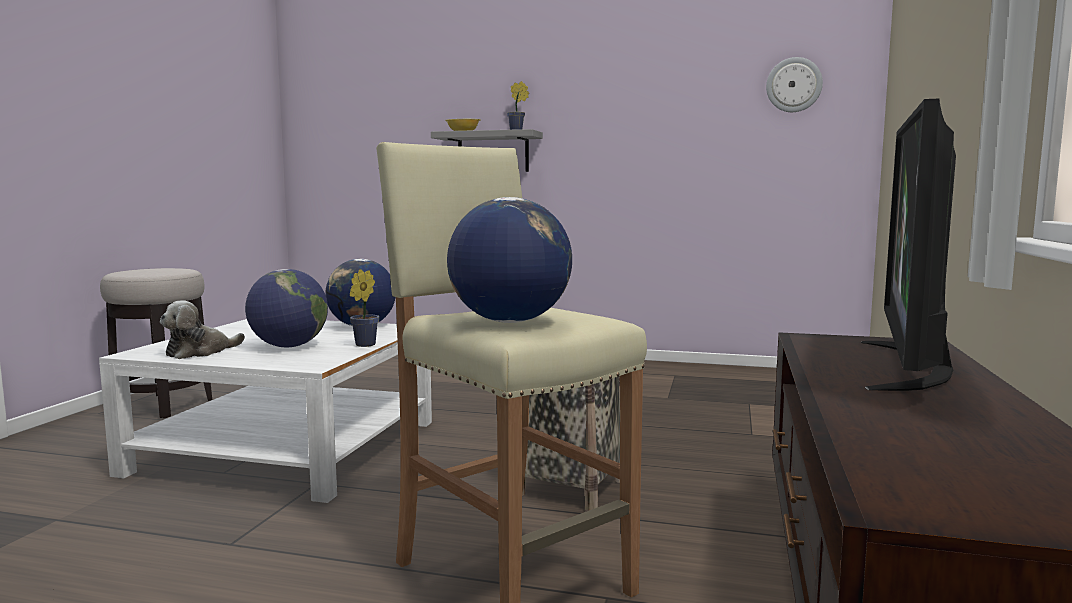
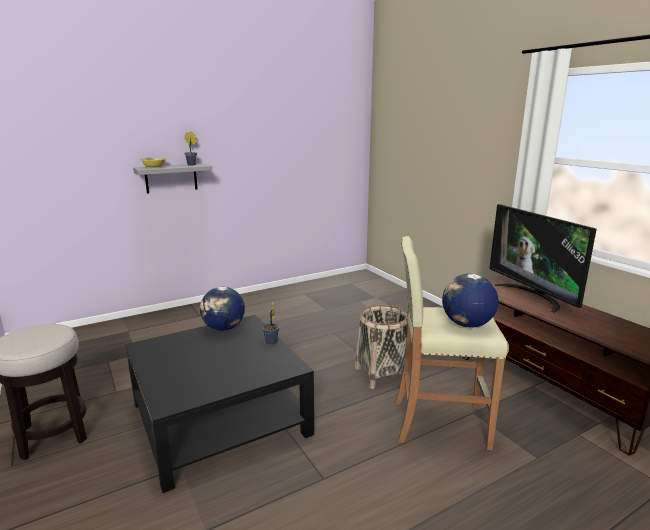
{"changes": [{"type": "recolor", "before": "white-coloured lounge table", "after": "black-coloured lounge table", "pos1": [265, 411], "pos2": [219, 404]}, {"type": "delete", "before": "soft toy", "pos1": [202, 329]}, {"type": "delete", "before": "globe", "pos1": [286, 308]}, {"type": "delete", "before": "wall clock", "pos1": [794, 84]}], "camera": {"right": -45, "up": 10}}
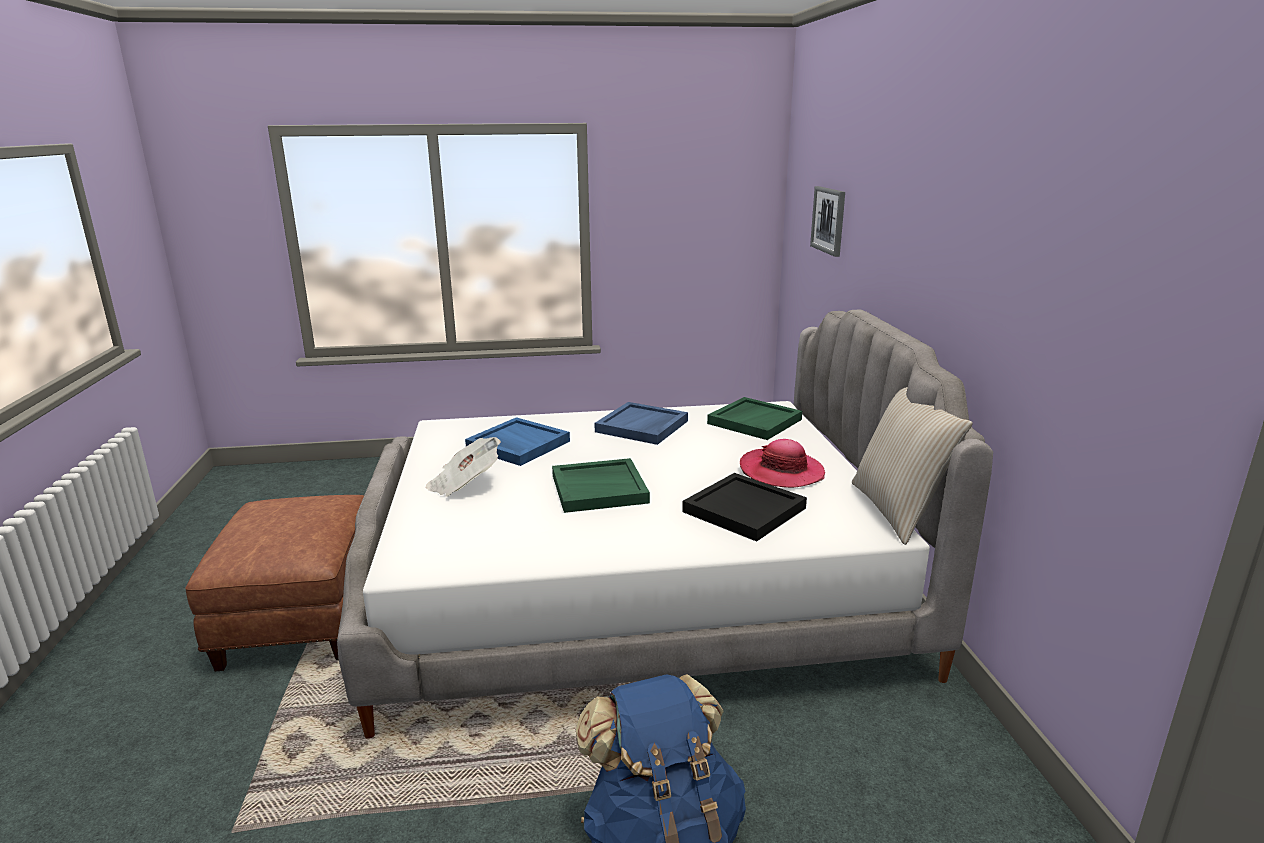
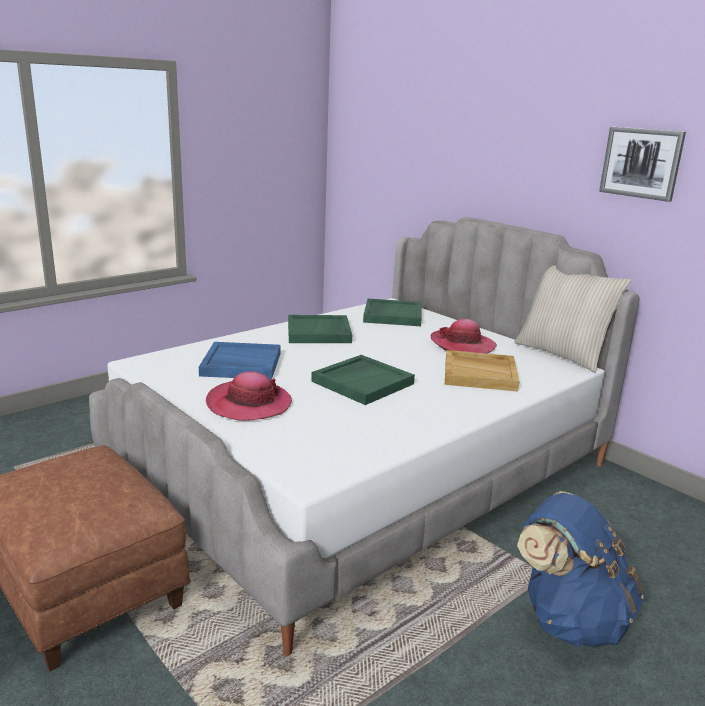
{"changes": [{"type": "replace", "before": "printed paper", "after": "hat", "pos1": [463, 467], "pos2": [249, 396]}, {"type": "recolor", "before": "blue carrying tray", "after": "greenish carrying tray", "pos1": [641, 423], "pos2": [320, 329]}, {"type": "recolor", "before": "black-coloured carrying tray", "after": "beige carrying tray", "pos1": [744, 507], "pos2": [482, 371]}, {"type": "move", "before": "picture", "pos1": [827, 221], "pos2": [642, 164]}], "camera": {"right": -35, "up": 0}}
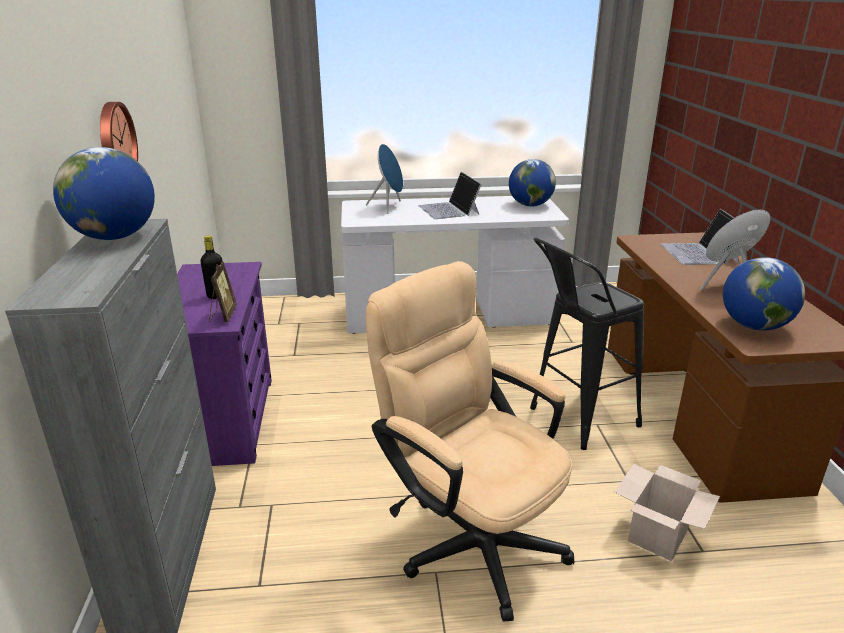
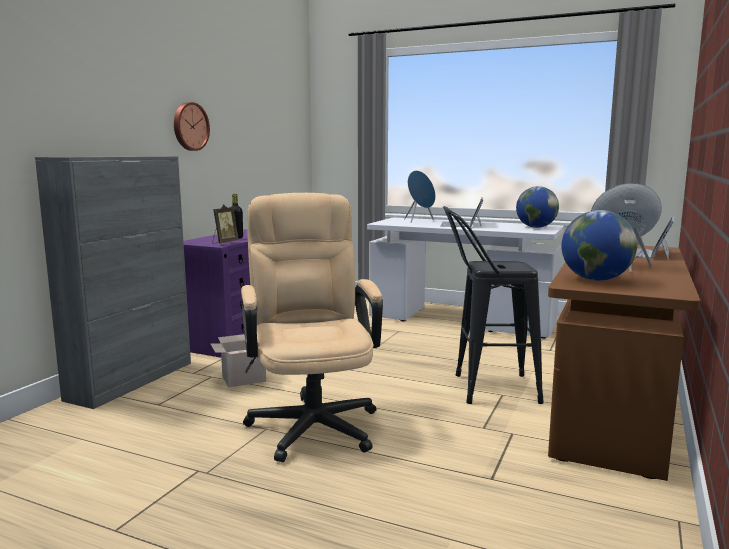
{"changes": [{"type": "move", "before": "cardboard box", "pos1": [667, 512], "pos2": [238, 360]}, {"type": "delete", "before": "globe", "pos1": [104, 193]}], "camera": {"right": 30, "up": -15}}
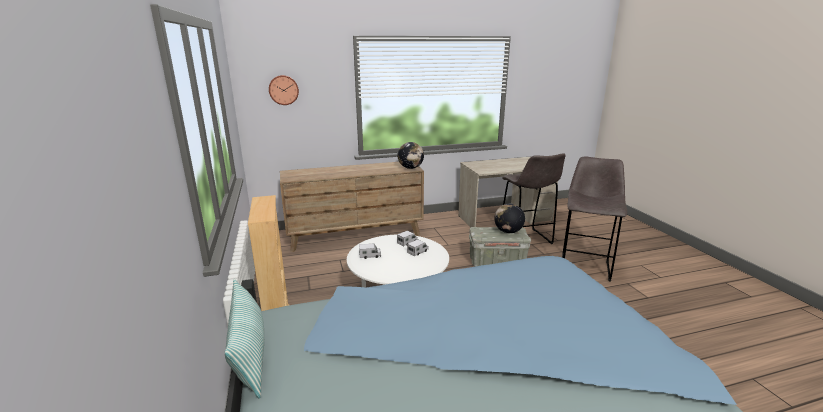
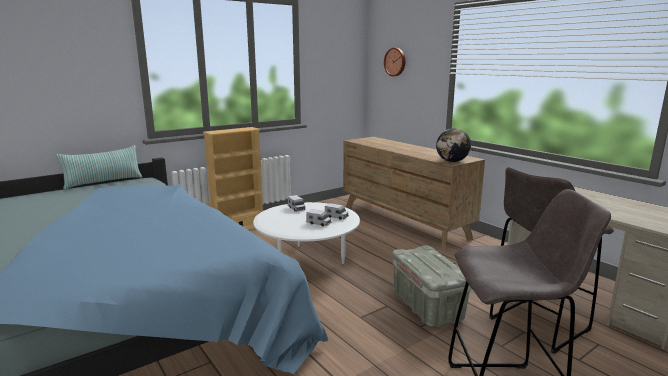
{"changes": [{"type": "delete", "before": "globe", "pos1": [509, 218]}], "camera": {"right": 70, "up": -5}}
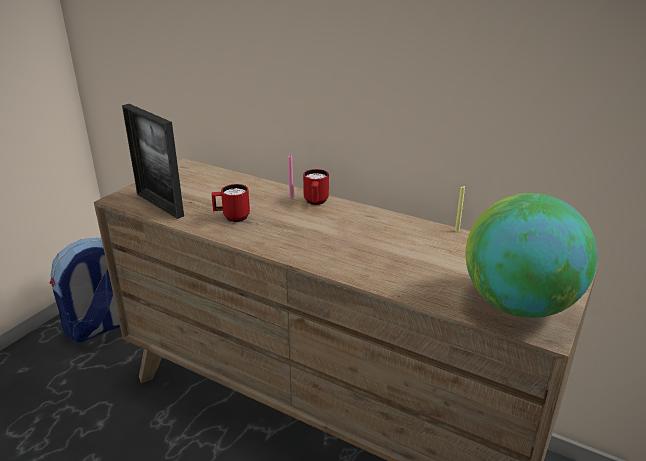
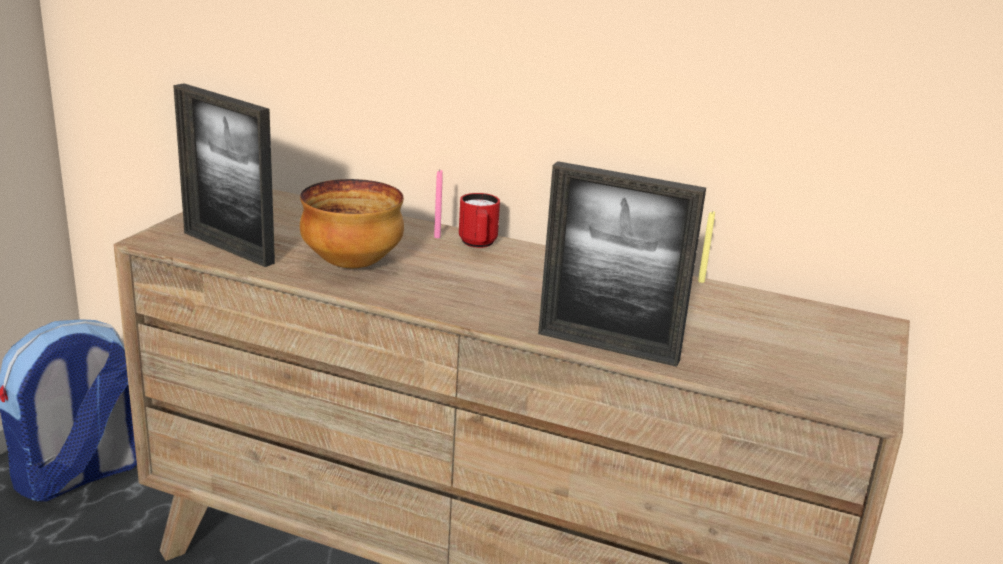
{"changes": [{"type": "replace", "before": "red-coloured tea mug", "after": "bowl", "pos1": [230, 203], "pos2": [352, 223]}, {"type": "insert", "after": "standing frame", "pos2": [622, 264]}, {"type": "delete", "before": "globe", "pos1": [532, 255]}], "camera": {"right": -10, "up": -5}}
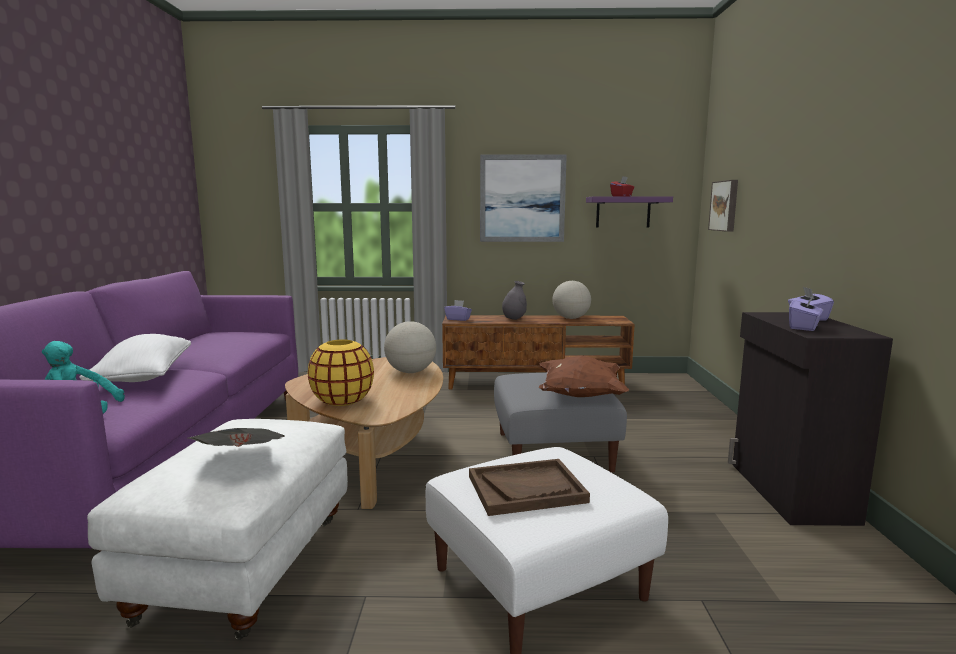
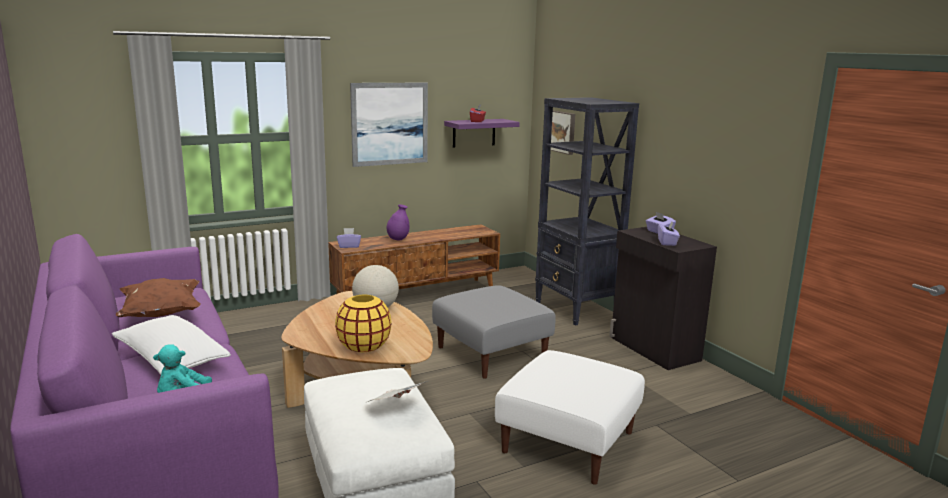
{"changes": [{"type": "move", "before": "brown-coloured throw pillow", "pos1": [583, 376], "pos2": [158, 297]}, {"type": "recolor", "before": "gray flower vase", "after": "purple-coloured flower vase", "pos1": [514, 300], "pos2": [397, 223]}, {"type": "insert", "after": "black-coloured bookshelf", "pos2": [587, 211]}, {"type": "delete", "before": "brown-coloured carrying tray", "pos1": [529, 487]}, {"type": "delete", "before": "globe", "pos1": [571, 300]}], "camera": {"right": -30, "up": 5}}
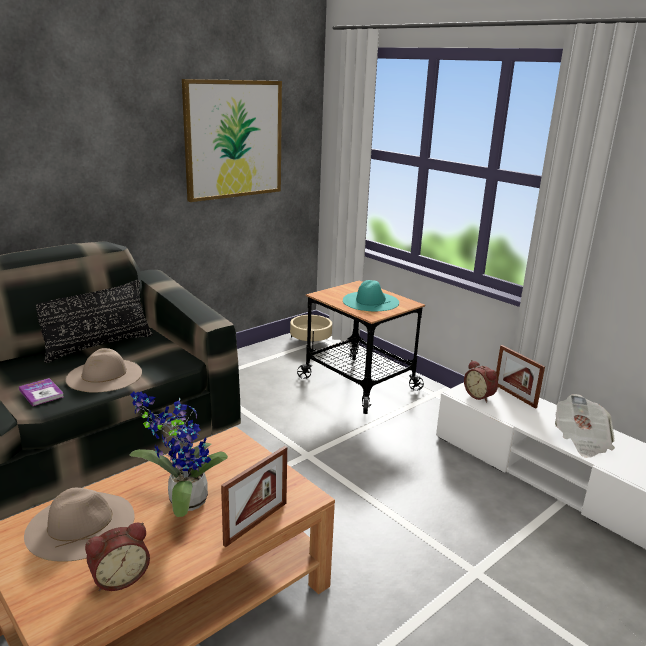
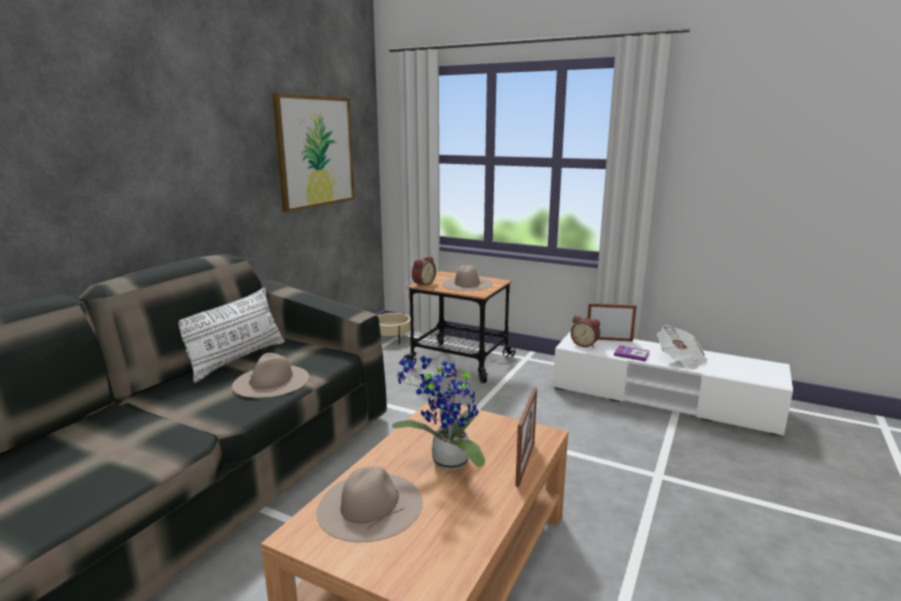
{"changes": [{"type": "recolor", "before": "black-coloured throw pillow", "after": "white-coloured throw pillow", "pos1": [94, 321], "pos2": [231, 335]}, {"type": "move", "before": "table clock", "pos1": [117, 556], "pos2": [424, 271]}, {"type": "recolor", "before": "blue-green hat", "after": "beige hat", "pos1": [371, 295], "pos2": [467, 278]}, {"type": "rotate", "before": "standing frame", "pos1": [520, 377], "pos2": [611, 322], "turn": 150}, {"type": "move", "before": "book", "pos1": [41, 392], "pos2": [632, 353]}], "camera": {"right": -20, "up": -5}}
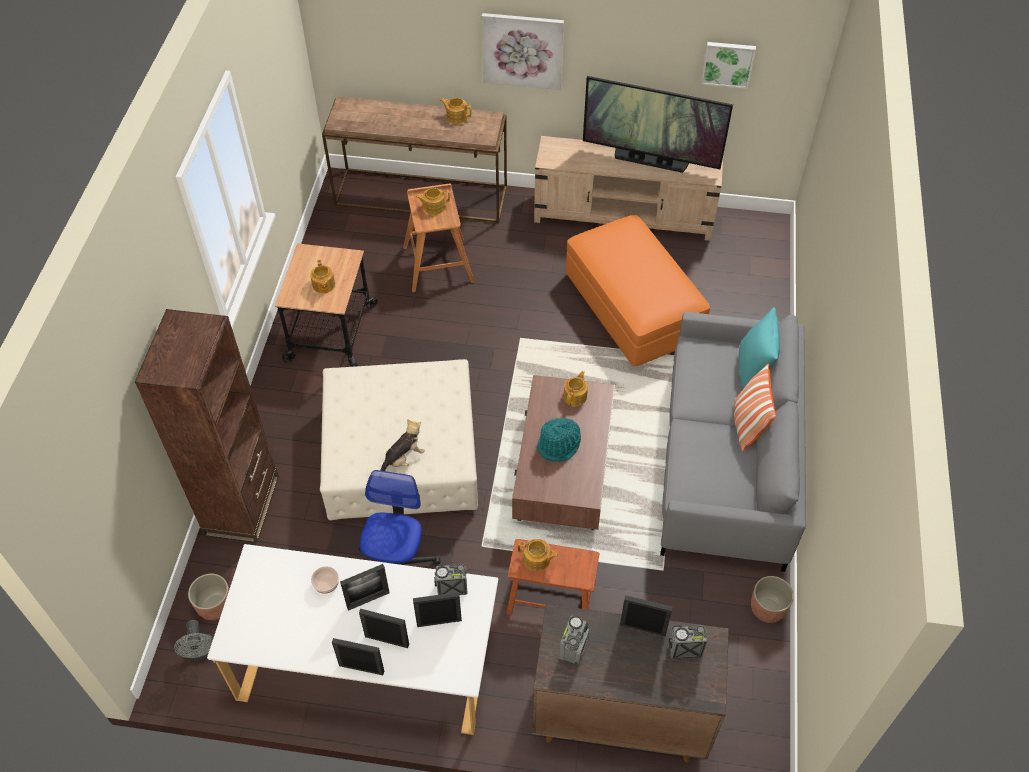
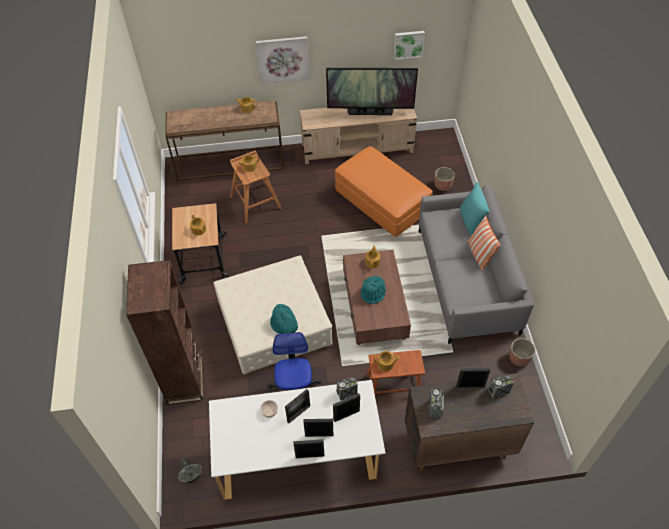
{"changes": [{"type": "replace", "before": "soft toy", "after": "blue-green hat", "pos1": [402, 445], "pos2": [284, 319]}, {"type": "move", "before": "flower pot", "pos1": [208, 596], "pos2": [444, 179]}], "camera": {"right": -15, "up": 0}}
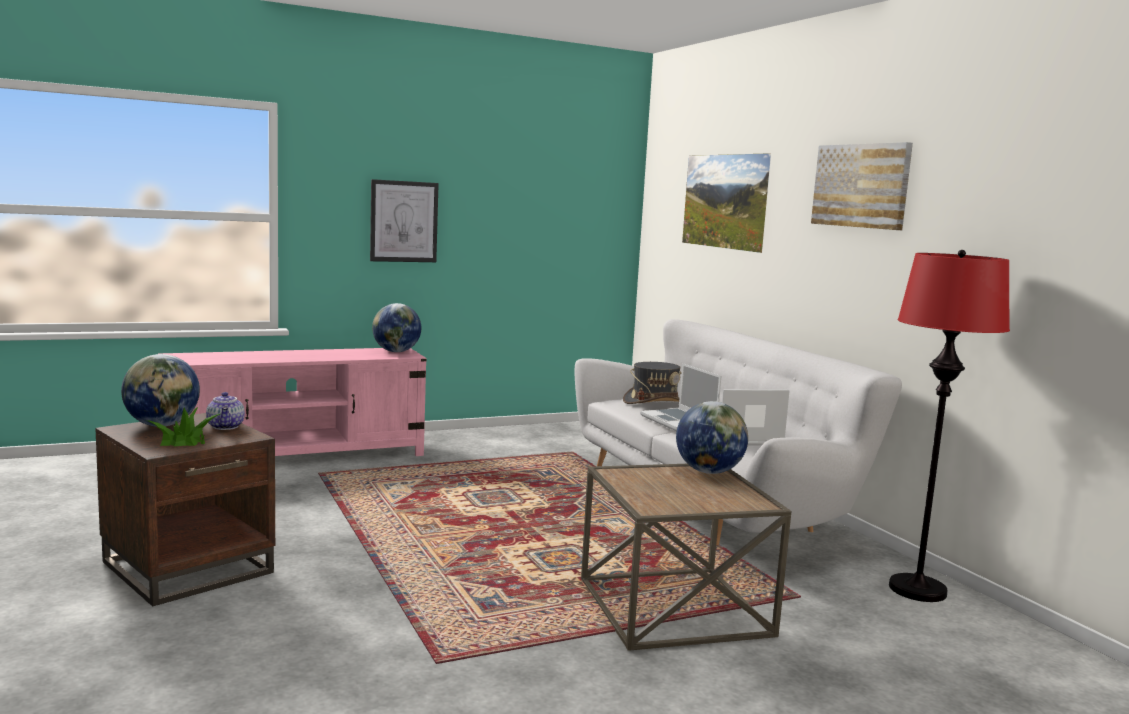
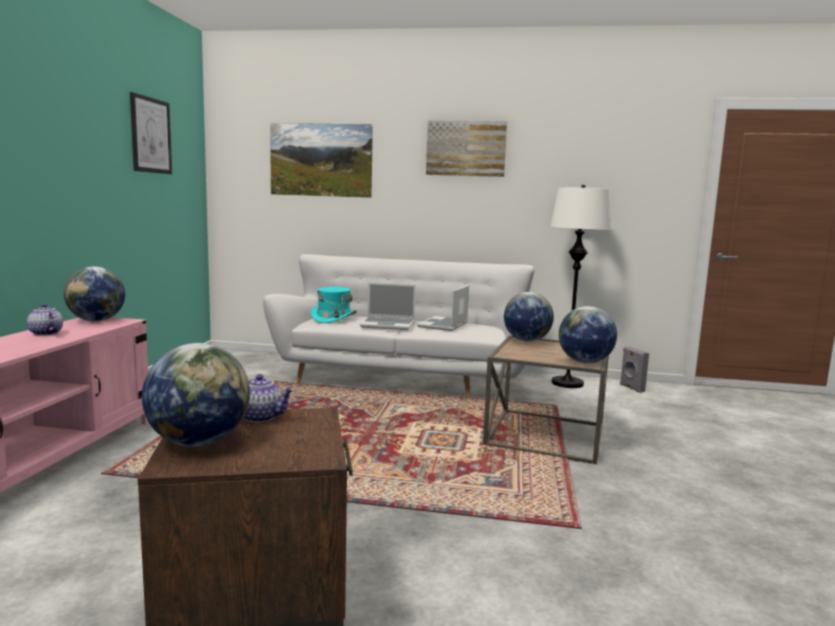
{"changes": [{"type": "insert", "after": "pot for tea", "pos2": [45, 320]}, {"type": "move", "before": "picture", "pos1": [404, 220], "pos2": [151, 133]}, {"type": "recolor", "before": "gray hat", "after": "blue-green hat", "pos1": [652, 383], "pos2": [334, 305]}, {"type": "recolor", "before": "red-coloured floor lamp", "after": "white-coloured floor lamp", "pos1": [949, 426], "pos2": [580, 286]}, {"type": "insert", "after": "globe", "pos2": [588, 334]}, {"type": "insert", "after": "gray speaker", "pos2": [634, 369]}, {"type": "delete", "before": "potted plant", "pos1": [184, 427]}], "camera": {"right": -55, "up": 0}}
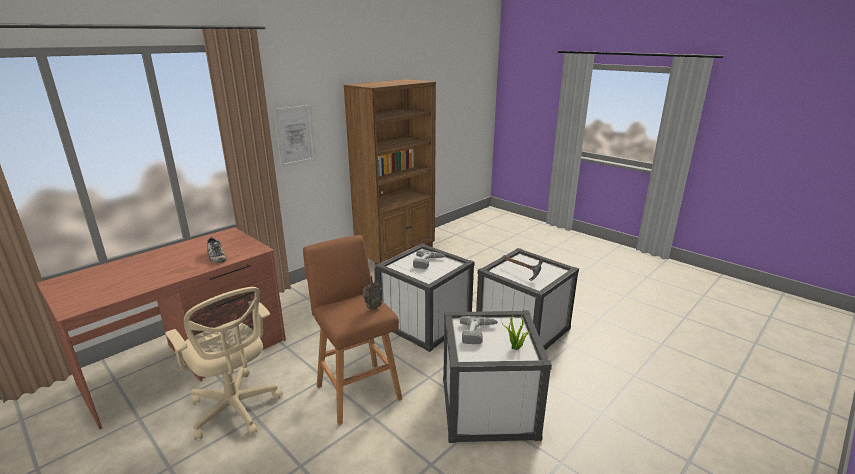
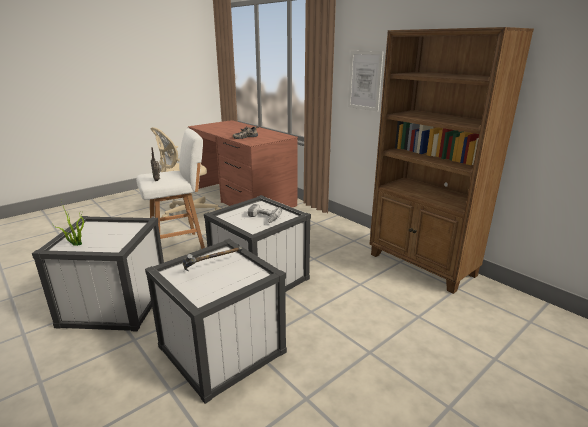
{"changes": [{"type": "recolor", "before": "brown-coloured stool", "after": "white-coloured stool", "pos1": [352, 330], "pos2": [170, 189]}, {"type": "delete", "before": "electric drill", "pos1": [478, 330]}], "camera": {"right": 95, "up": 0}}
